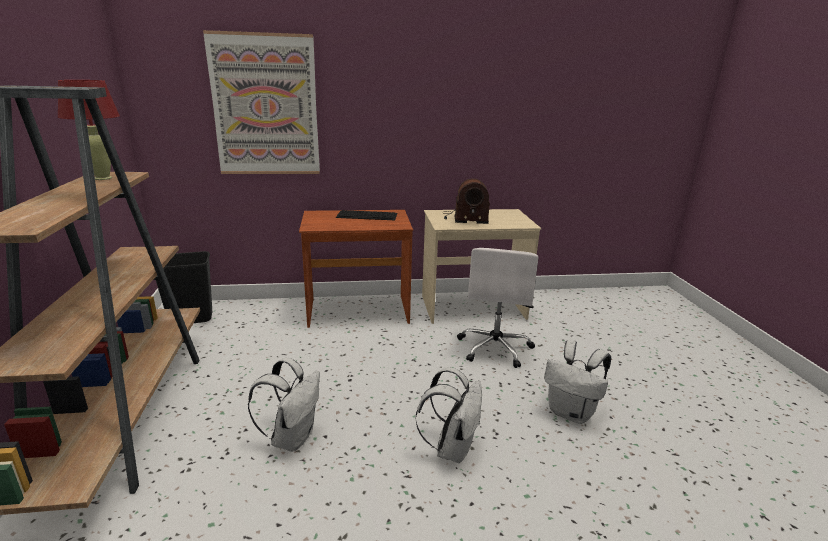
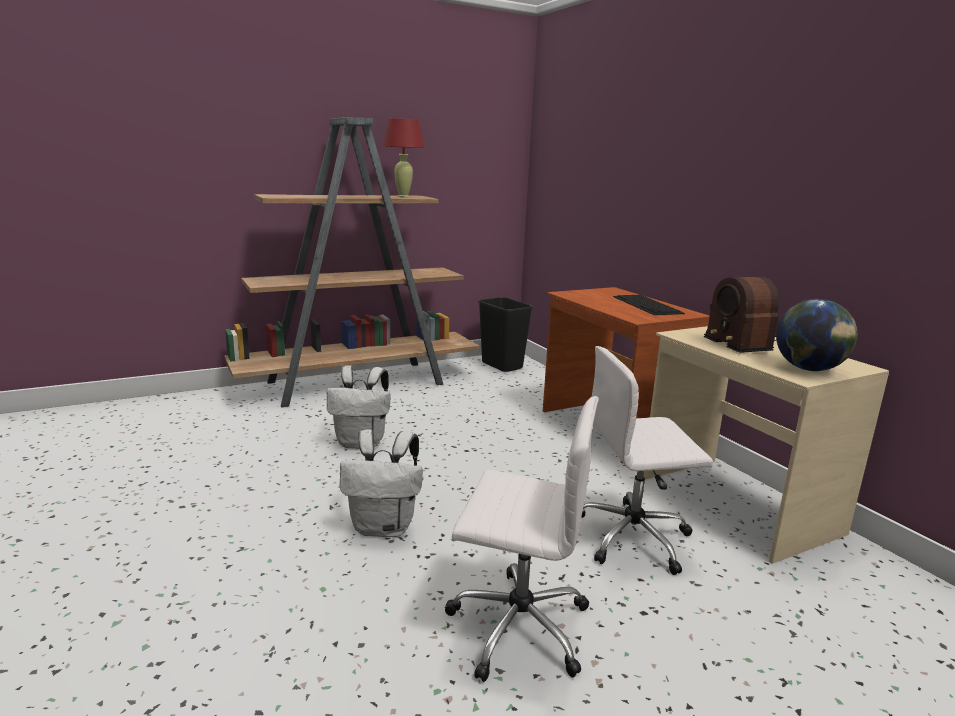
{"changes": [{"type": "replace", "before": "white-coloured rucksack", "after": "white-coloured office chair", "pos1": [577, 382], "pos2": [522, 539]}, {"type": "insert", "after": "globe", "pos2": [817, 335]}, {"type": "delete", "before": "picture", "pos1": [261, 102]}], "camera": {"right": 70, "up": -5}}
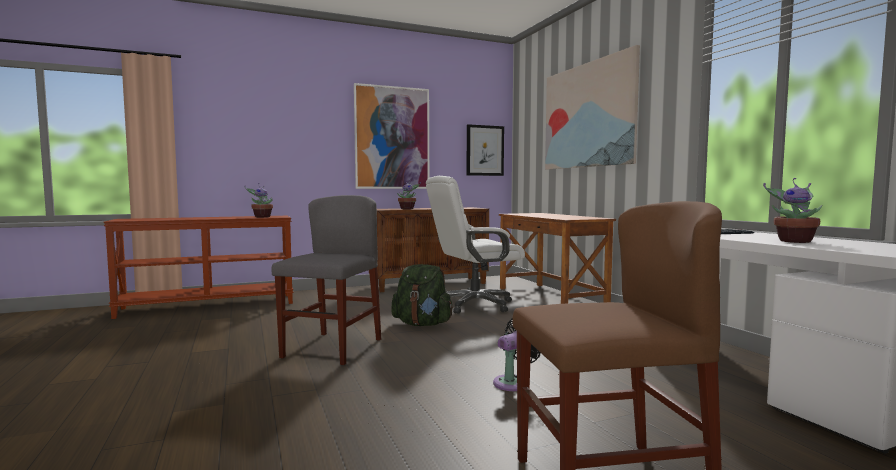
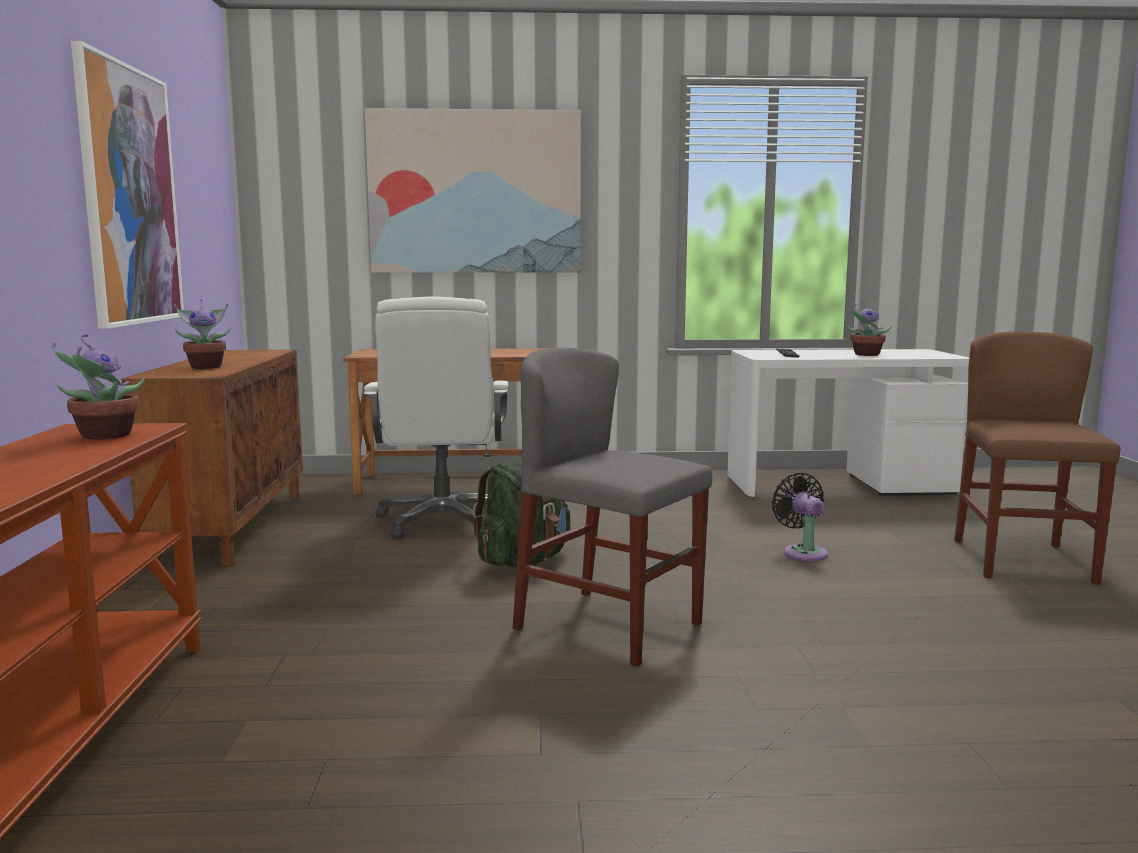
{"changes": [{"type": "delete", "before": "picture", "pos1": [485, 150]}], "camera": {"right": -70, "up": 5}}
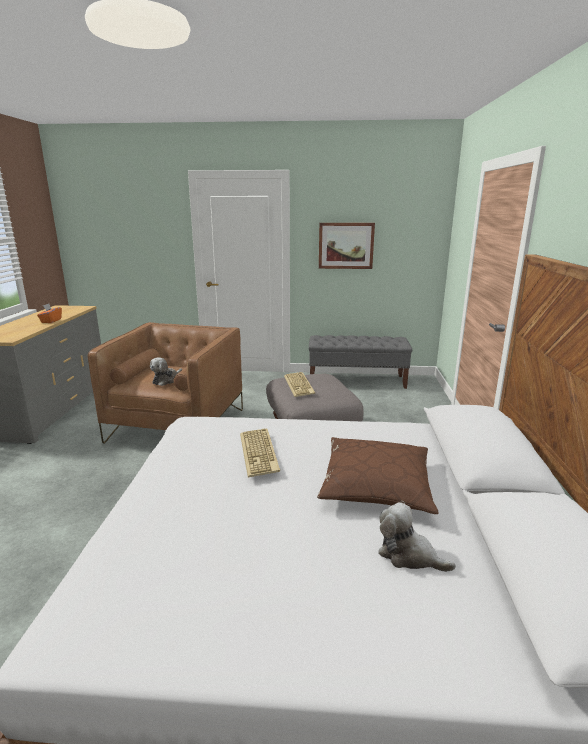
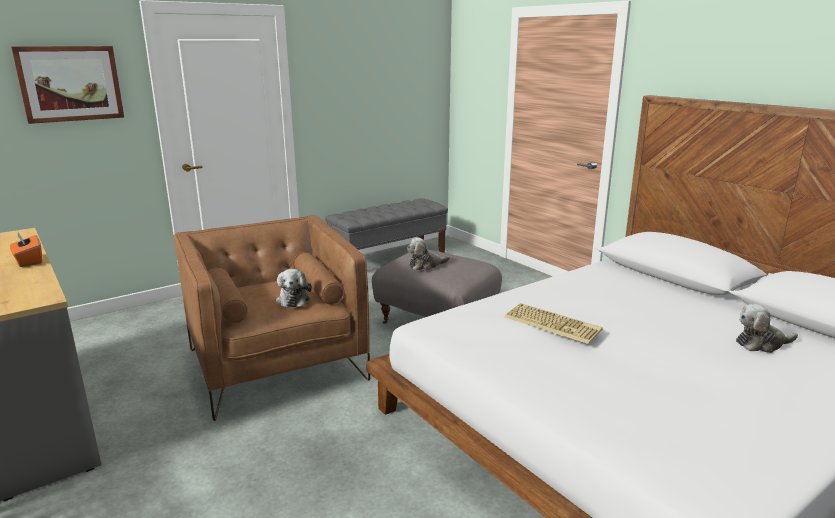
{"changes": [{"type": "move", "before": "picture", "pos1": [347, 246], "pos2": [67, 85]}, {"type": "replace", "before": "PC keyboard", "after": "soft toy", "pos1": [299, 384], "pos2": [428, 254]}, {"type": "delete", "before": "brown-coloured throw pillow", "pos1": [377, 475]}], "camera": {"right": -40, "up": 0}}
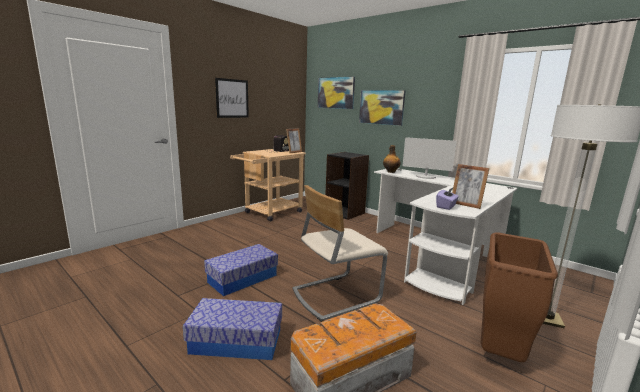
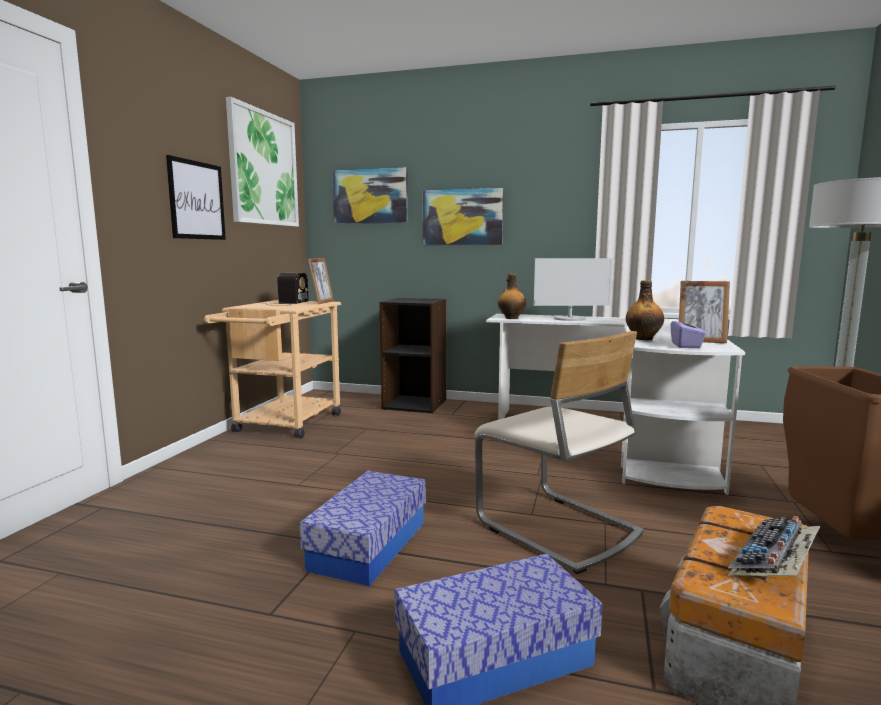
{"changes": [{"type": "insert", "after": "picture", "pos2": [262, 162]}, {"type": "rotate", "before": "beige plain chair", "pos1": [340, 253], "pos2": [559, 452], "turn": -75}, {"type": "insert", "after": "drink bottle", "pos2": [645, 310]}, {"type": "insert", "after": "PC keyboard", "pos2": [774, 546]}], "camera": {"right": -25, "up": -5}}
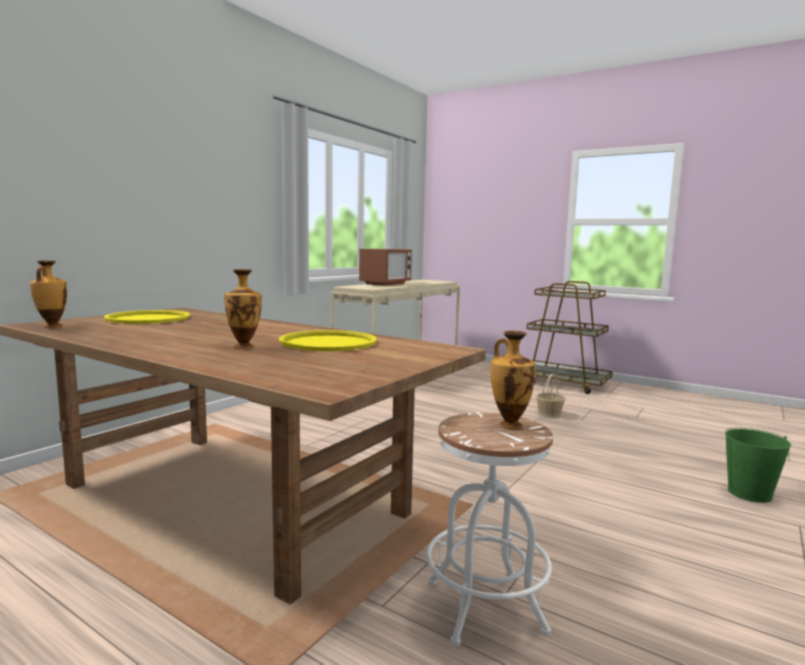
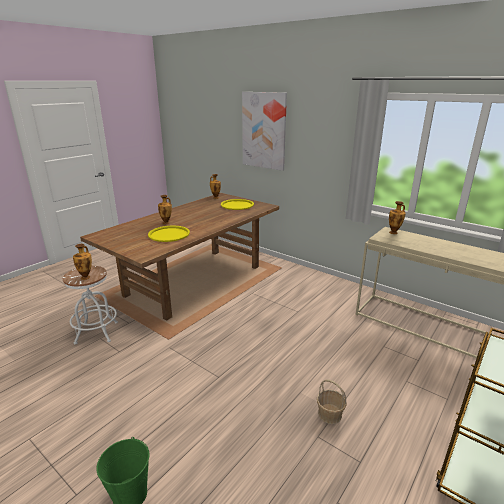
{"changes": [{"type": "insert", "after": "picture", "pos2": [264, 131]}, {"type": "insert", "after": "flower vase", "pos2": [397, 217]}, {"type": "delete", "before": "microwave oven", "pos1": [385, 267]}], "camera": {"right": 95, "up": 15}}
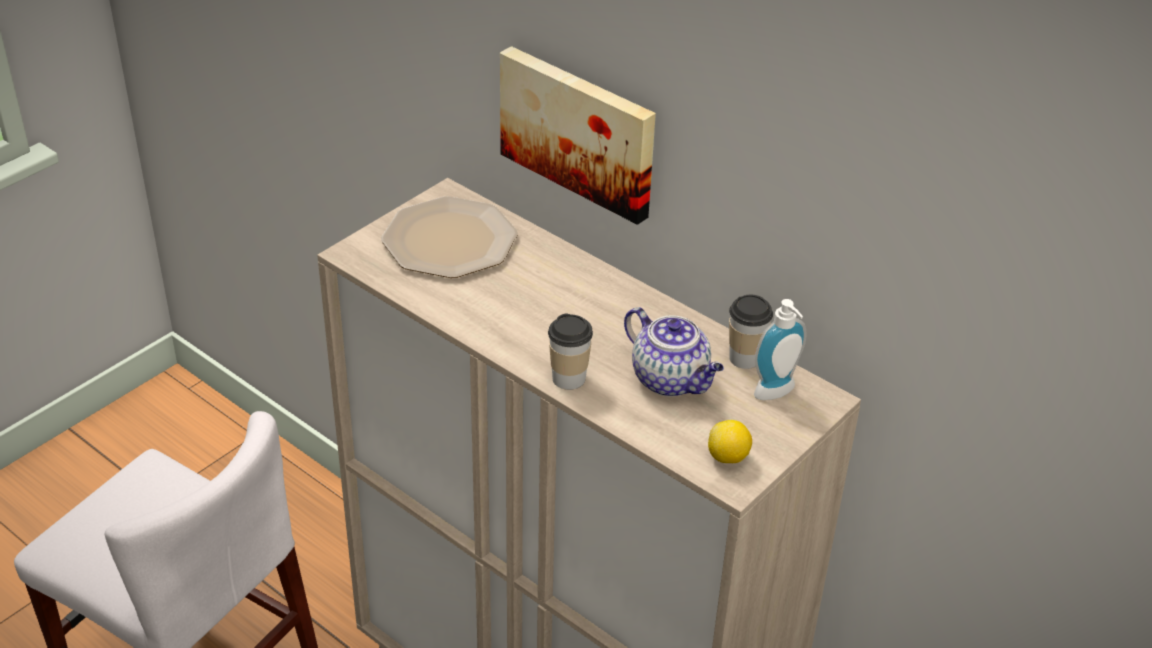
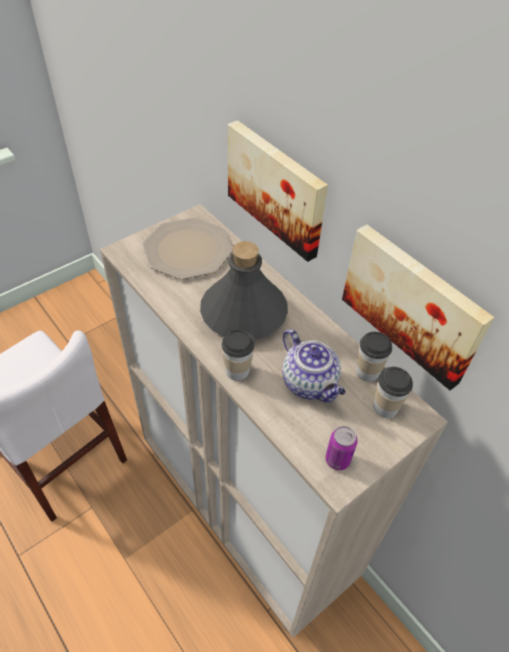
{"changes": [{"type": "insert", "after": "gray drink bottle", "pos2": [244, 290]}, {"type": "replace", "before": "lemon", "after": "sealed can", "pos1": [730, 441], "pos2": [341, 448]}, {"type": "insert", "after": "picture", "pos2": [418, 307]}, {"type": "replace", "before": "soap dispenser", "after": "small cup", "pos1": [780, 349], "pos2": [393, 392]}], "camera": {"right": 10, "up": 10}}
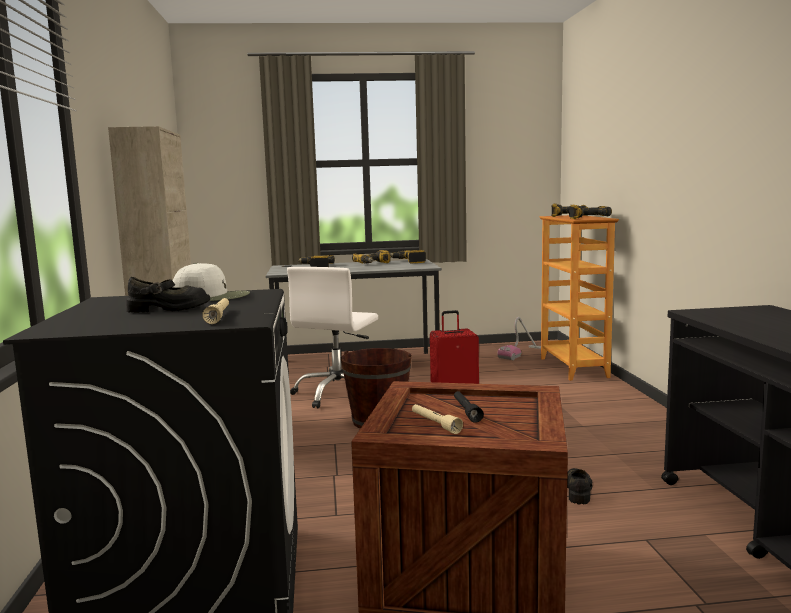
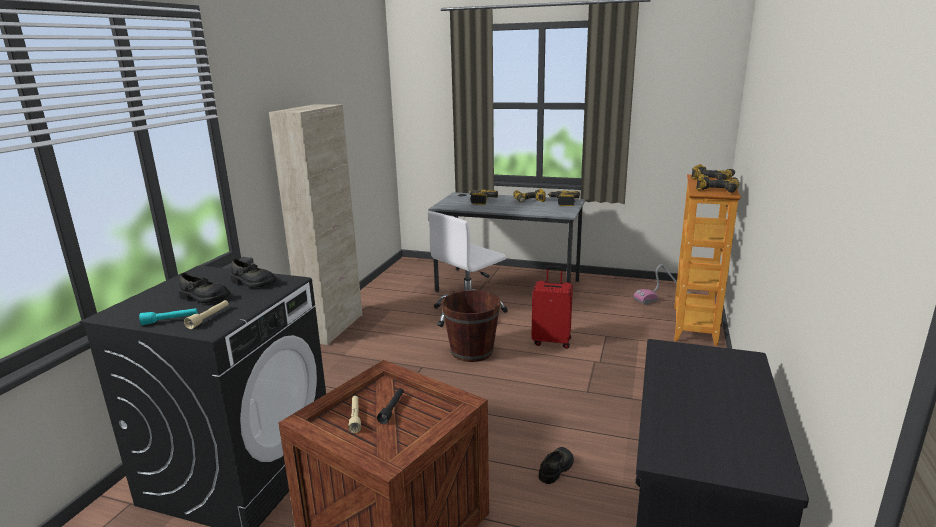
{"changes": [{"type": "insert", "after": "blue-green hand torch", "pos2": [168, 316]}, {"type": "replace", "before": "white-coloured peaked cap", "after": "black-coloured low shoe", "pos1": [211, 282], "pos2": [253, 273]}], "camera": {"right": 25, "up": 10}}
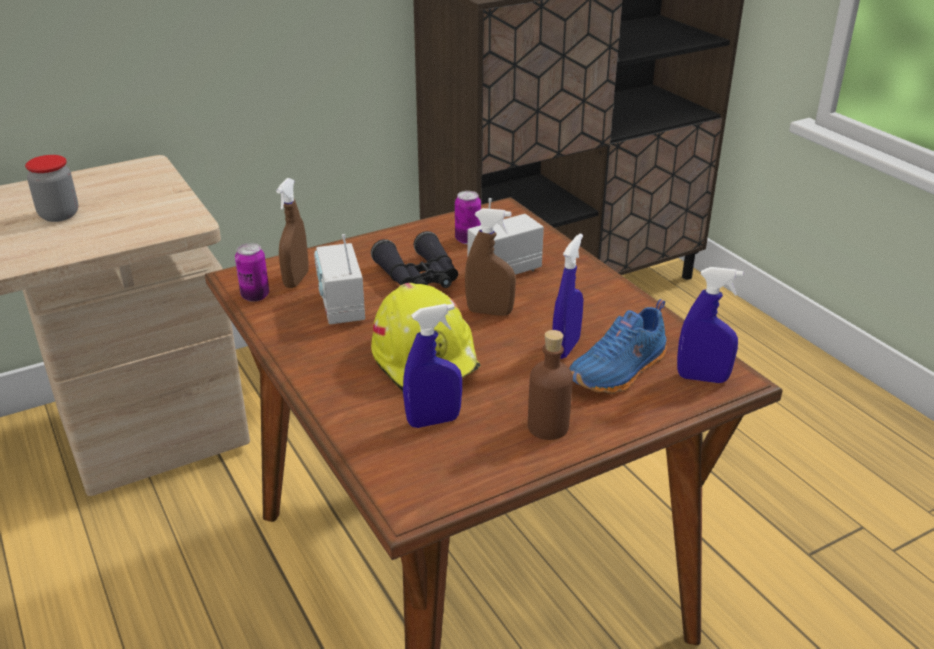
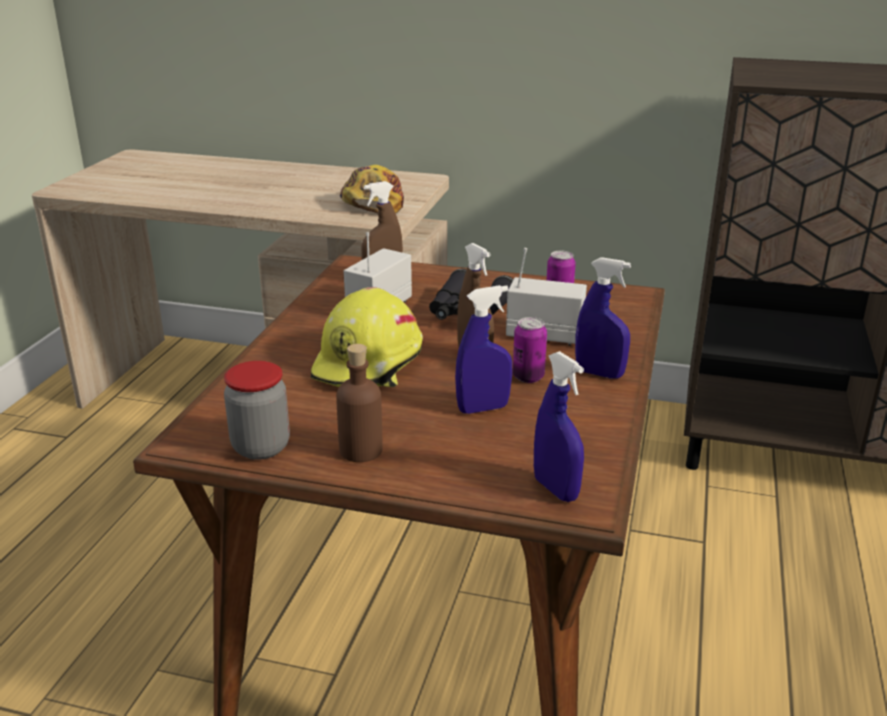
{"changes": [{"type": "move", "before": "preserve jar", "pos1": [51, 188], "pos2": [257, 410]}, {"type": "insert", "after": "peaked cap", "pos2": [372, 189]}, {"type": "move", "before": "sealed can", "pos1": [252, 272], "pos2": [530, 350]}, {"type": "move", "before": "blue sprayer", "pos1": [432, 366], "pos2": [603, 317]}, {"type": "delete", "before": "blue low shoe", "pos1": [618, 346]}], "camera": {"right": 45, "up": -5}}
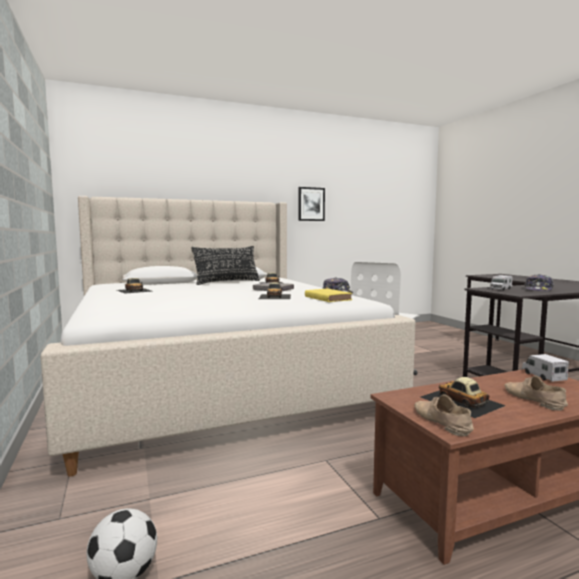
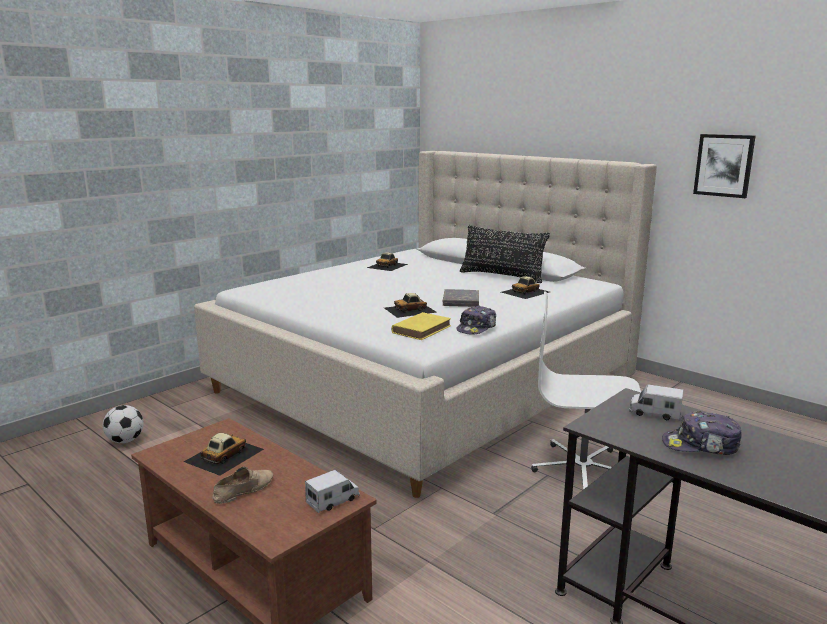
{"changes": [{"type": "delete", "before": "beige low shoe", "pos1": [444, 415]}], "camera": {"right": 65, "up": 10}}
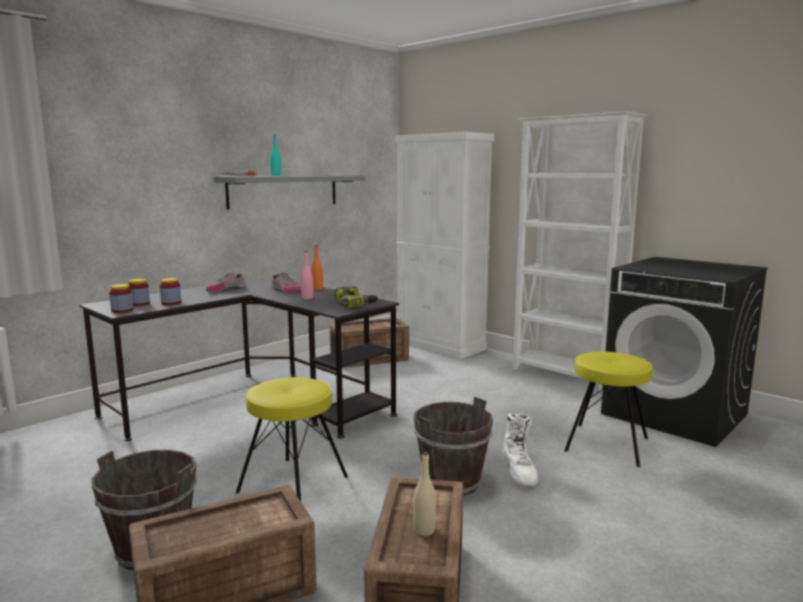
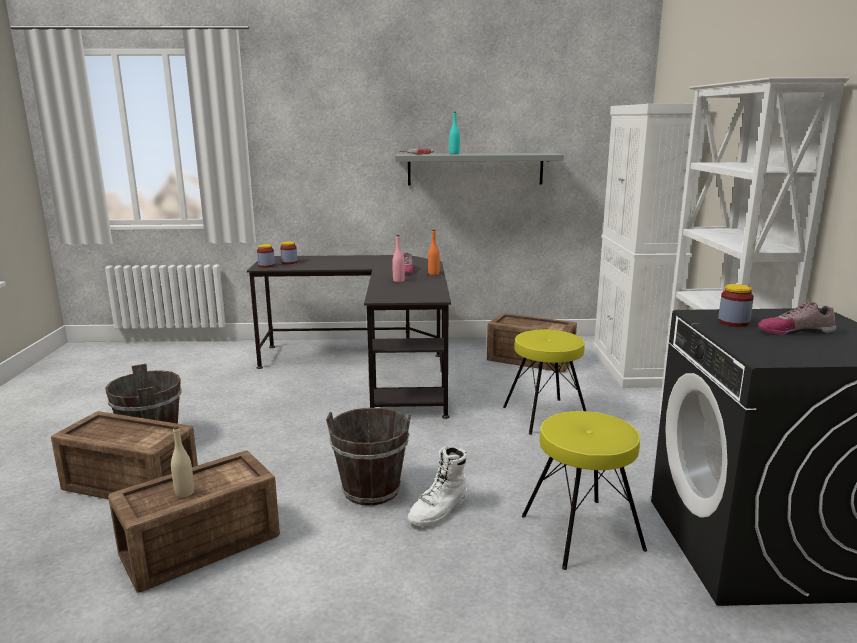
{"changes": [{"type": "move", "before": "yellowish stool", "pos1": [292, 439], "pos2": [544, 382]}, {"type": "move", "before": "preserve jar", "pos1": [170, 291], "pos2": [736, 305]}, {"type": "move", "before": "low shoe", "pos1": [226, 282], "pos2": [797, 318]}, {"type": "delete", "before": "electric drill", "pos1": [356, 297]}], "camera": {"right": 45, "up": 5}}
